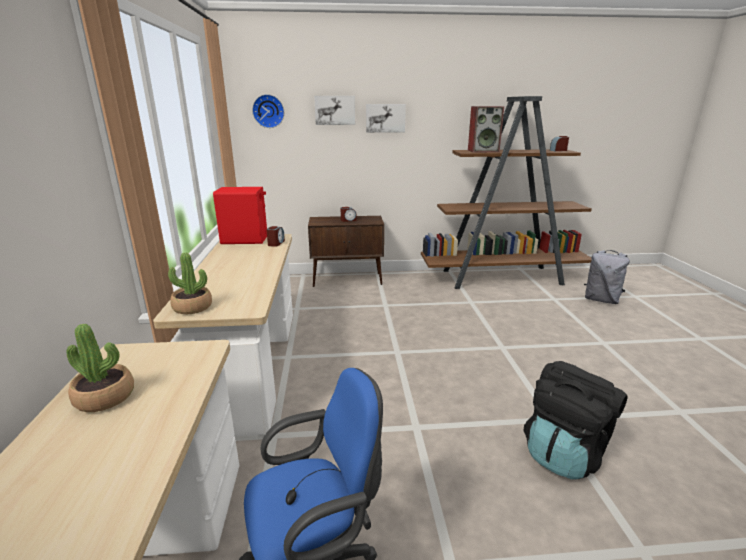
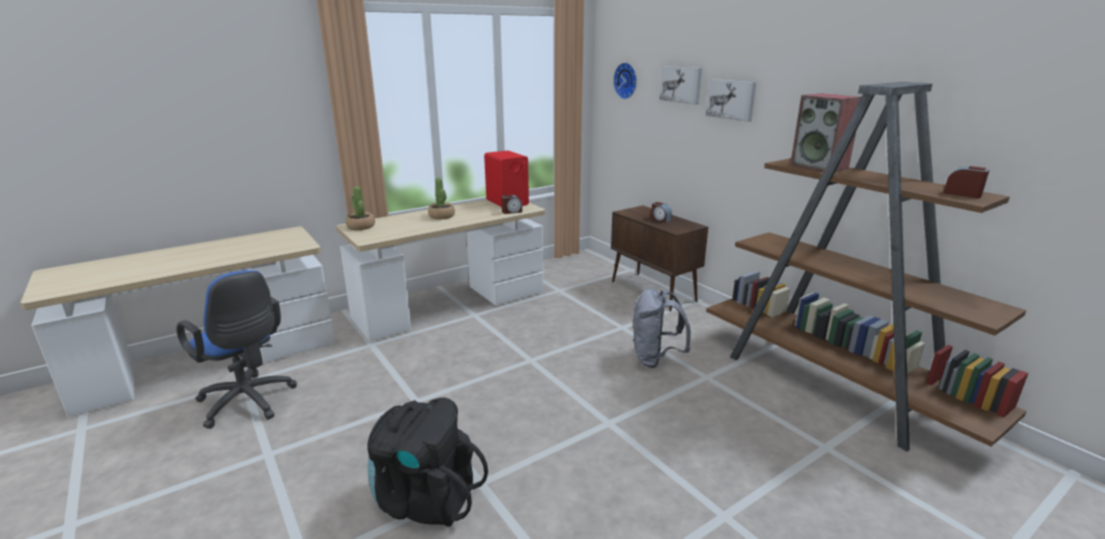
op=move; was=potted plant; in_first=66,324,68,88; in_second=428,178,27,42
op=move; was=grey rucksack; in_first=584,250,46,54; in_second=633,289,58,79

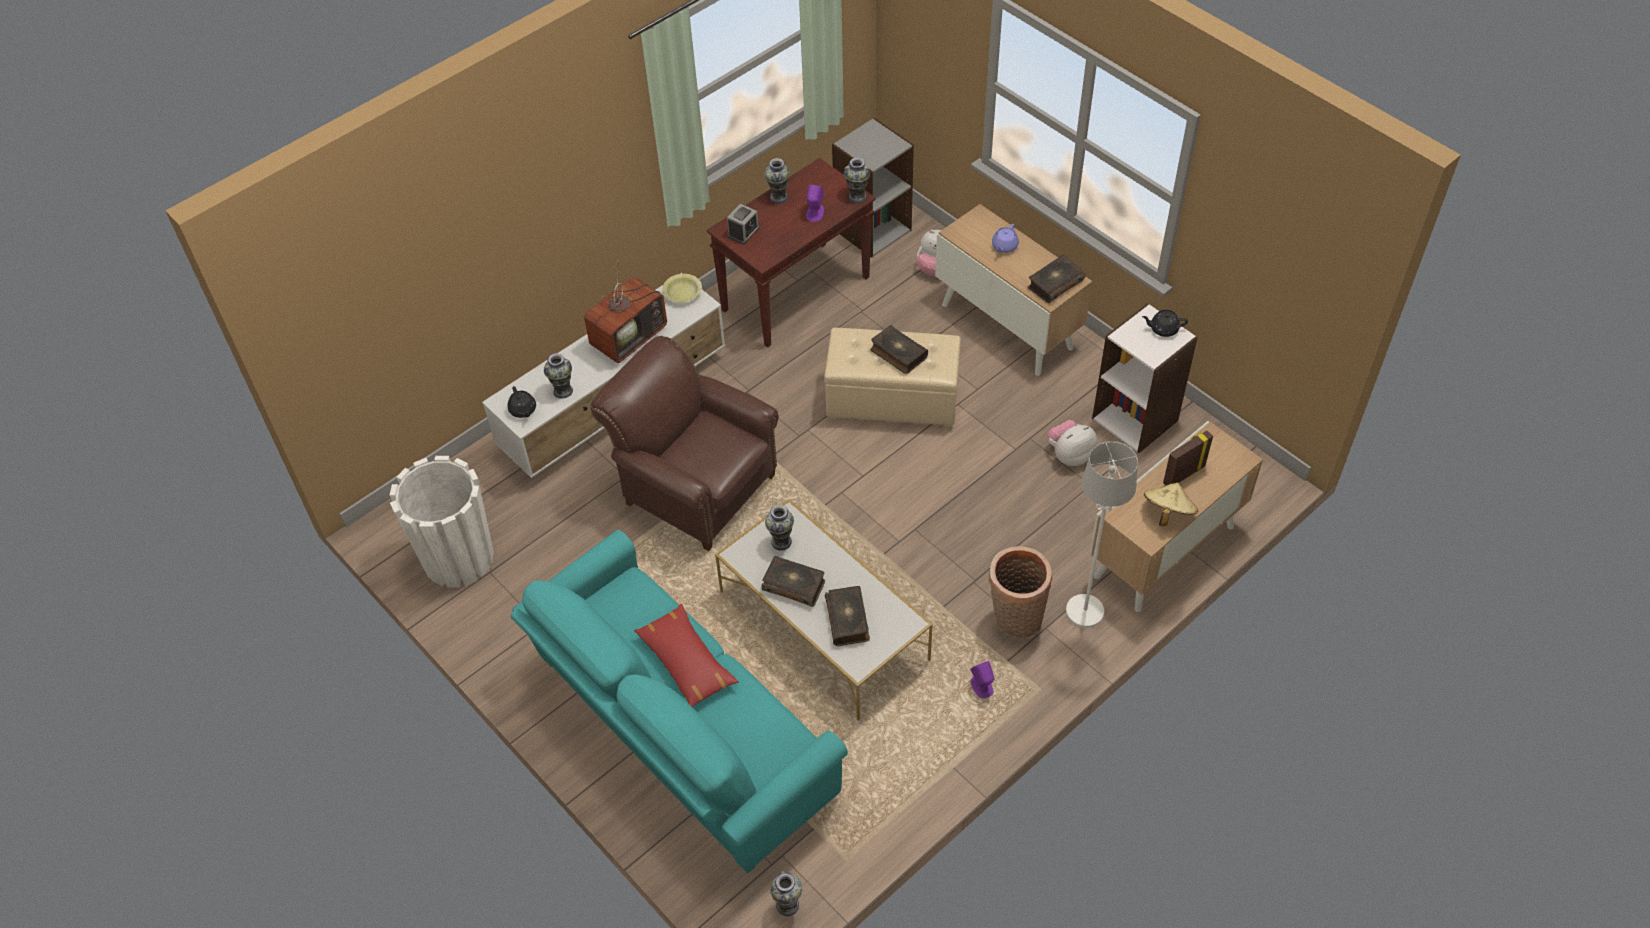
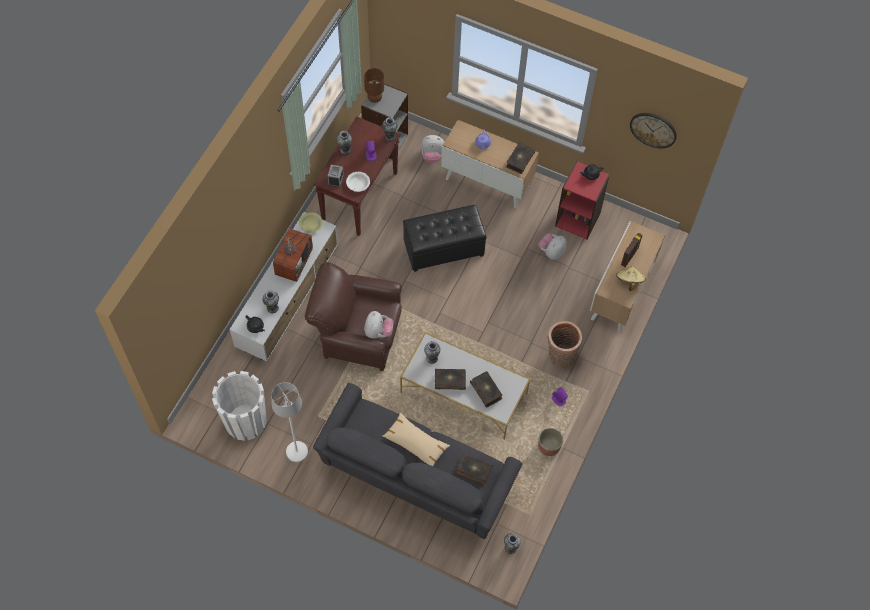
op=insert; now=white-coloured deep dish; in_second=346,172,24,20
op=insert; now=brown-coloured table lamp; in_second=364,68,20,35
op=insert; now=plush toy; in_second=364,311,29,27
op=insert; now=planter; in_second=538,428,25,28
op=insert; now=wall clock; in_second=630,113,47,35
op=move; was=volume; in_first=871,325,57,49; in_second=456,453,37,32
op=move; was=white-coloured floor lamp; in_first=1066,441,72,187; in_second=271,382,37,80
op=recolor; was=turquoise sofa; now=grey sofa; in_first=511,530,337,343; in_second=313,383,209,156
op=recolor; was=red cushion; now=sand-coloured cushion; in_first=634,603,105,104; in_second=383,413,67,53
op=recolor; was=sand-coloured pouffe; now=black pouffe; in_first=824,328,137,102; in_second=403,205,83,67
op=recolor; was=white-coloured bookcase; now=red bookcase; in_first=1092,303,106,150; in_second=555,161,55,78

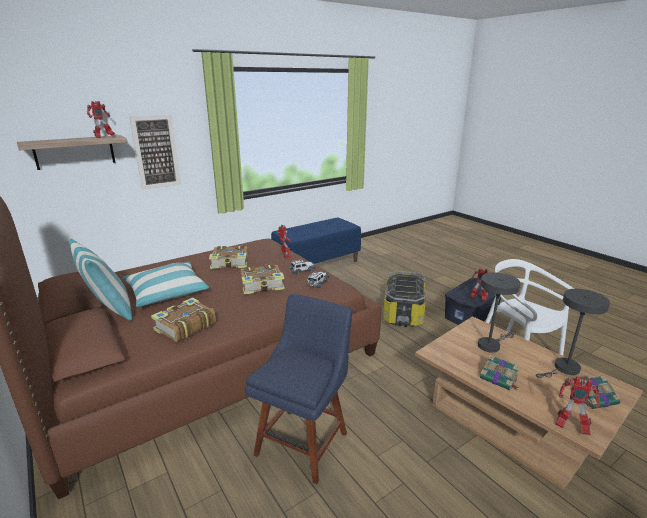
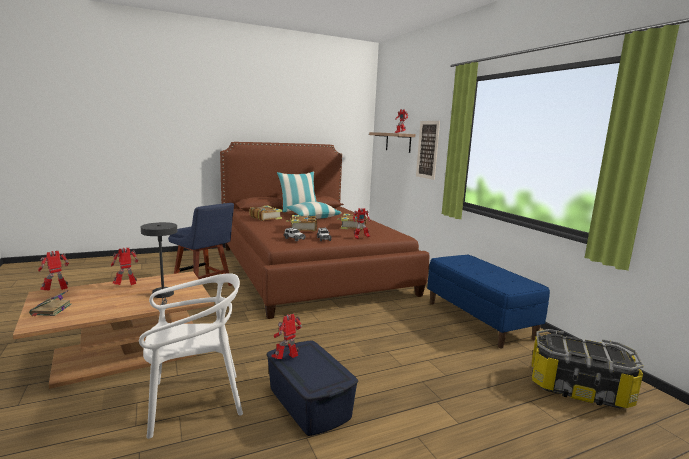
op=delete; was=grey table lamp; in_first=535,289,75,89
op=move; was=storage box; in_first=383,271,43,56; in_second=531,329,113,80
op=replace; was=volume; now=robot figure; in_first=480,355,40,35; in_second=111,248,27,37

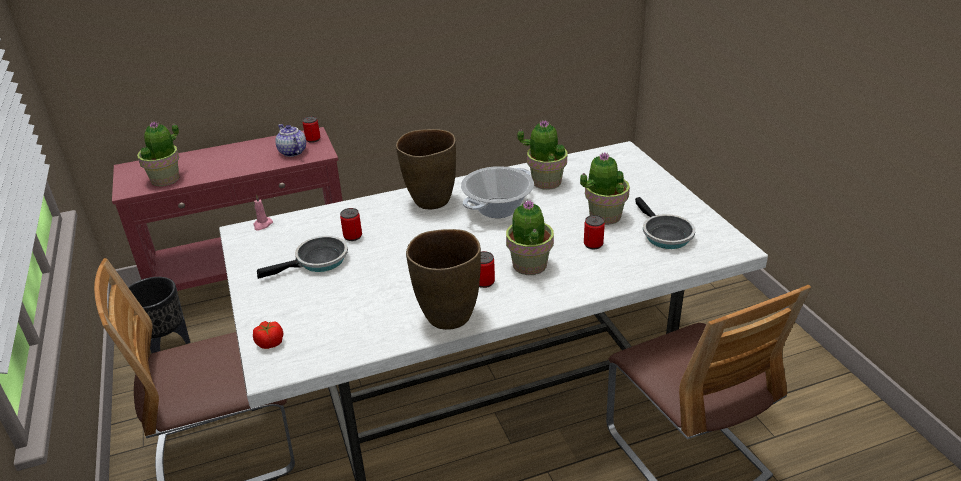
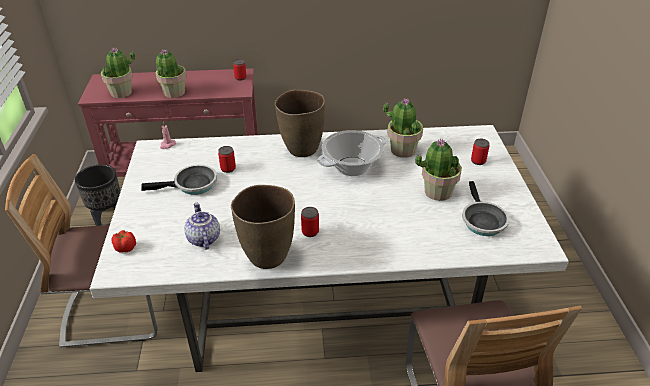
op=move; was=tea pot; in_first=275,124,31,33; in_second=184,203,36,47
op=move; was=potted plant; in_first=506,200,48,75; in_second=156,50,31,48
op=move; was=sealed can; in_first=584,215,21,34; in_second=471,139,19,26

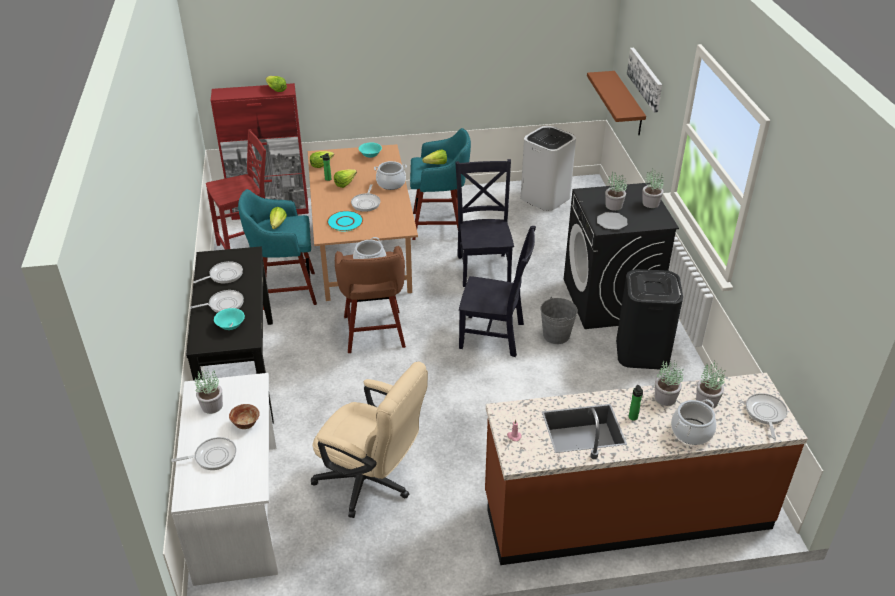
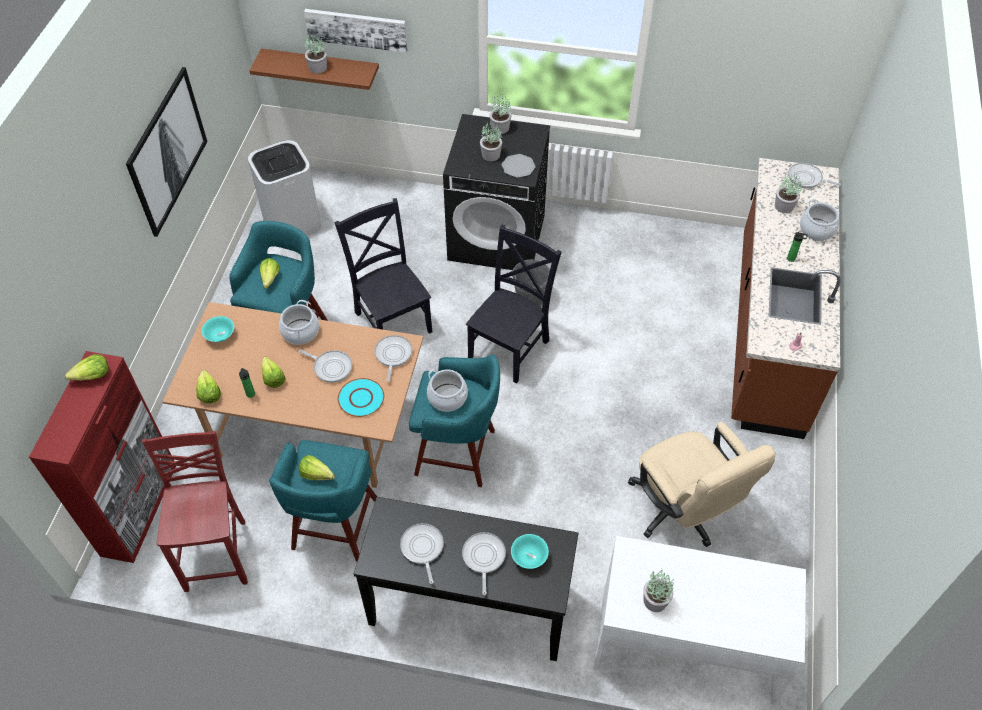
op=delete; was=deep dish; in_first=229,404,31,25
op=delete; was=black waste bin; in_first=616,269,67,100
op=insert; now=wall picture; in_second=126,67,81,170
op=move; was=frying pan; in_first=171,437,65,33; in_second=375,335,37,47
op=move; was=potted plant; in_first=655,360,28,46; in_second=305,33,22,41
op=recolor; was=brown-coloured sitting stool; now=turquoise sitting stool; in_first=335,246,71,107; in_second=409,354,91,133
op=rotate; was=sand-coloured computer chair; in_first=311,362,117,156; in_second=628,422,147,125; clockwise=105
op=rotate; was=black upright chair; in_first=455,159,59,128; in_second=335,198,98,136; clockwise=45

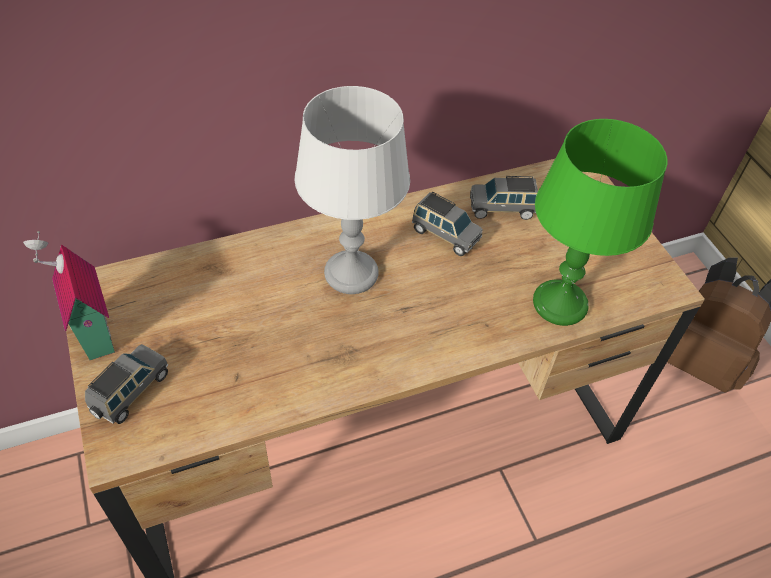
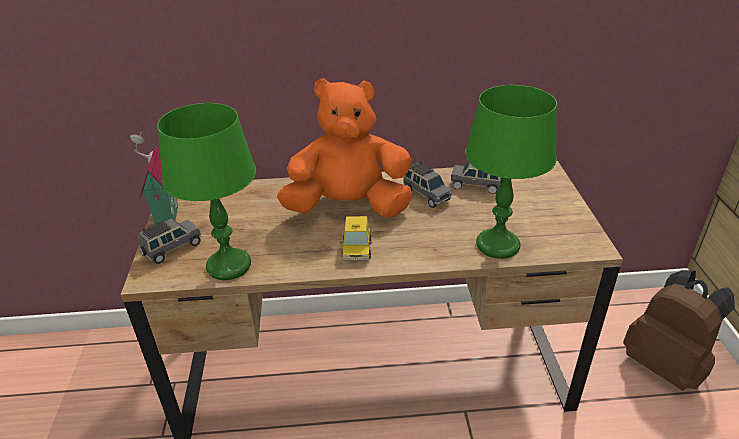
op=insert; now=green-coloured table lamp; in_second=157,103,99,177
op=insert; now=model car; in_second=340,216,32,44
op=replace; was=grey table lamp; now=orangey plush toy; in_first=295,86,115,208; in_second=277,78,135,140

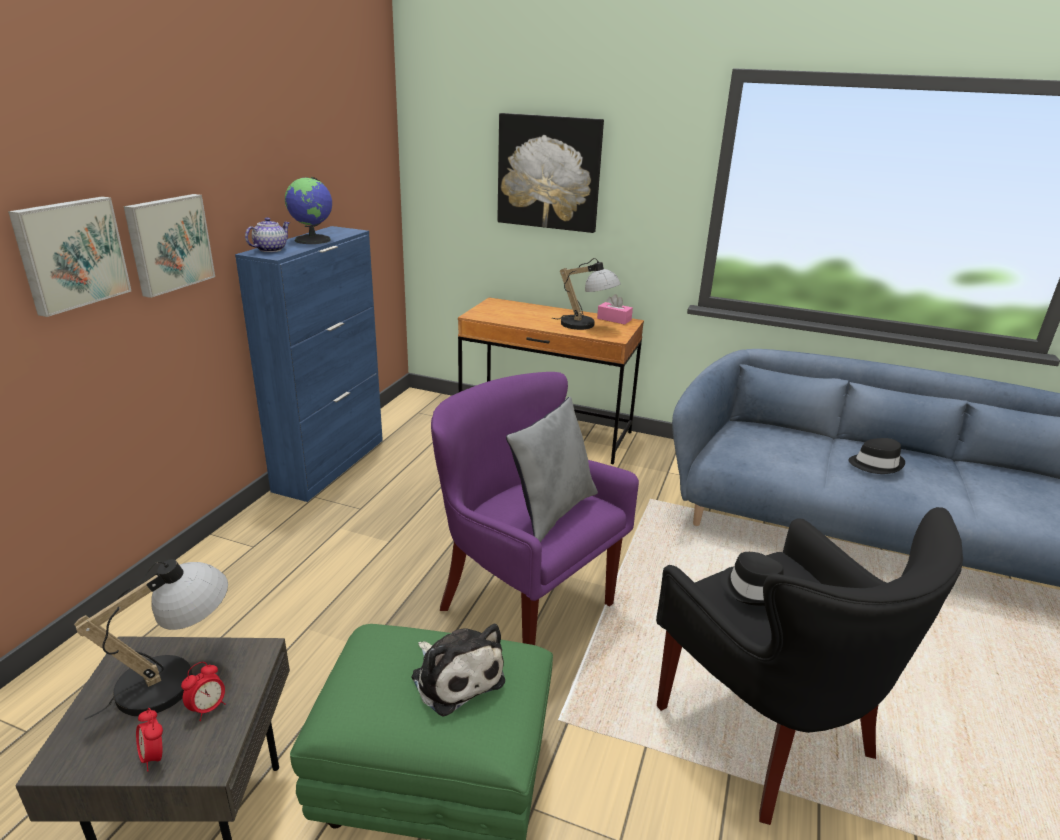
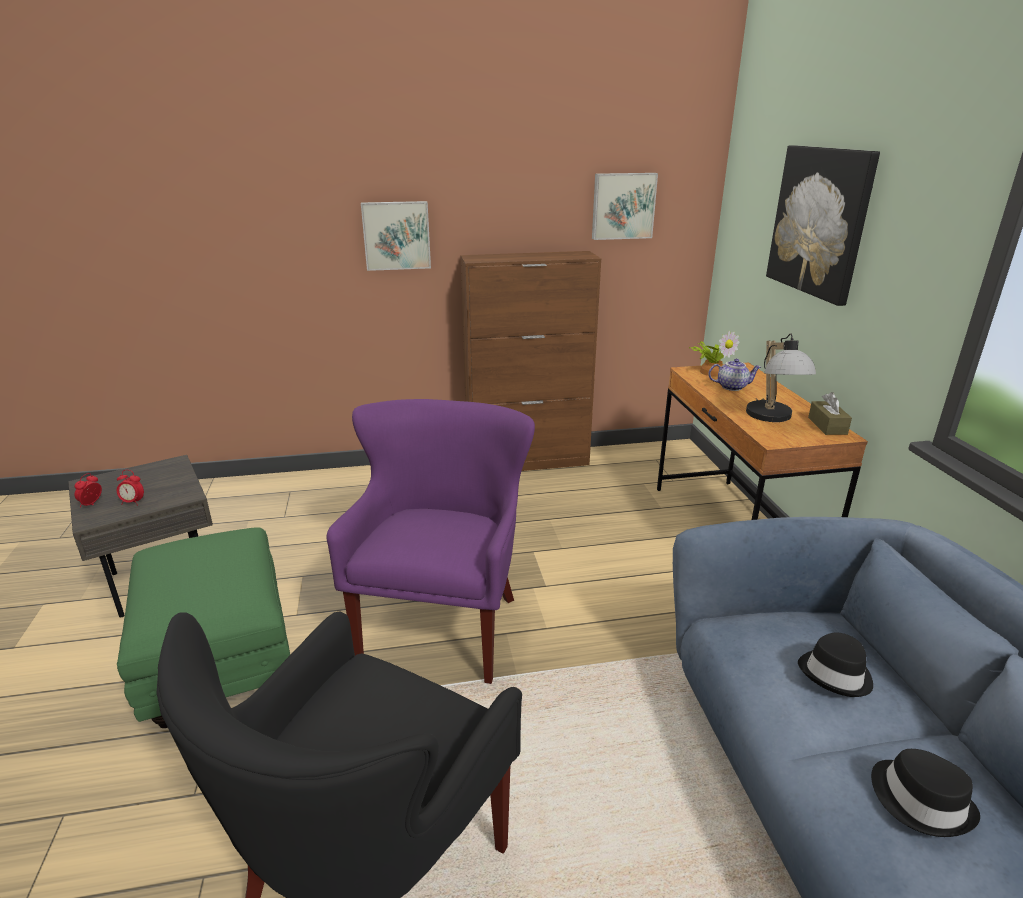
op=delete; was=table lamp; in_first=74,559,154,161
op=delete; was=globe; in_first=285,177,47,67
op=delete; was=plush toy; in_first=411,624,94,93
op=delete; was=grey cushion; in_first=506,397,92,145
op=insert; now=potted plant; in_second=689,330,51,47
op=move; was=wall picture; in_first=8,197,123,120; in_second=592,173,66,67
op=move; was=tea pot; in_first=245,217,45,35; in_second=708,359,53,32
op=move; was=black wearable hat; in_first=721,552,63,54; in_second=798,633,75,64
op=recolor; was=blue-coloured cupboard; now=brown-coloured cupboard; in_first=235,226,148,276; in_second=460,251,141,220
op=recolor; was=pink-coloured tissue box; now=brown-coloured tissue box; in_first=597,294,36,31; in_second=808,392,44,43

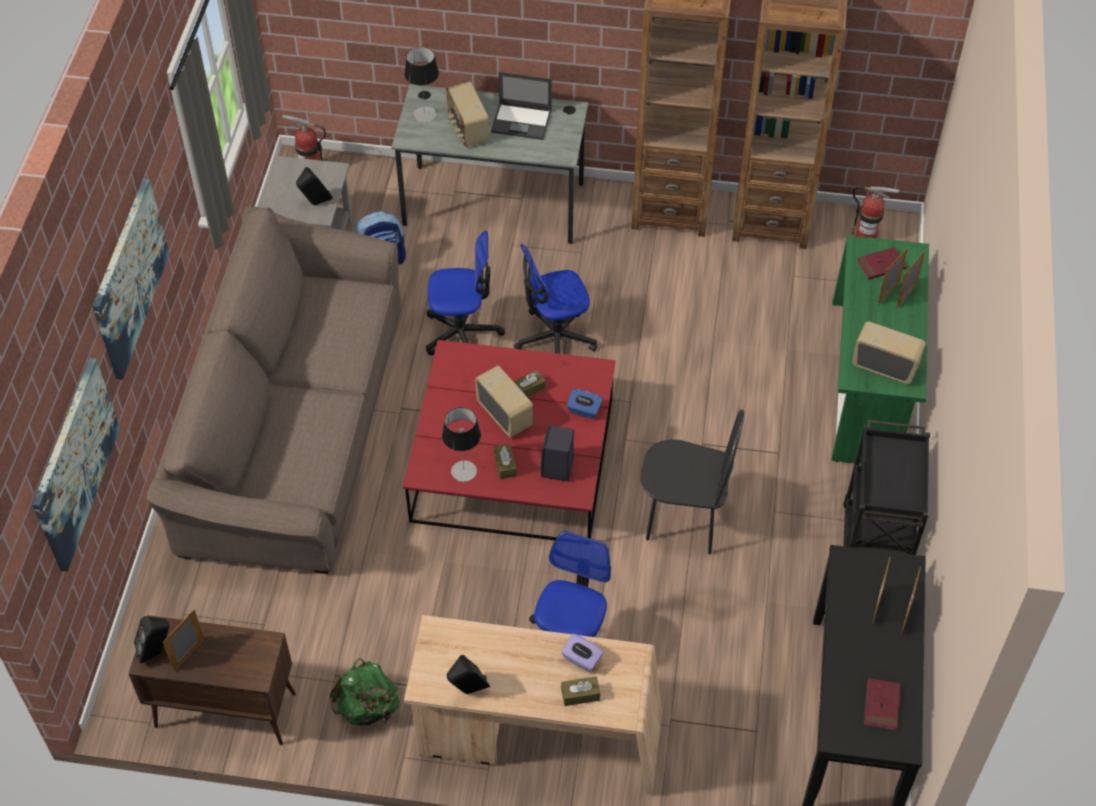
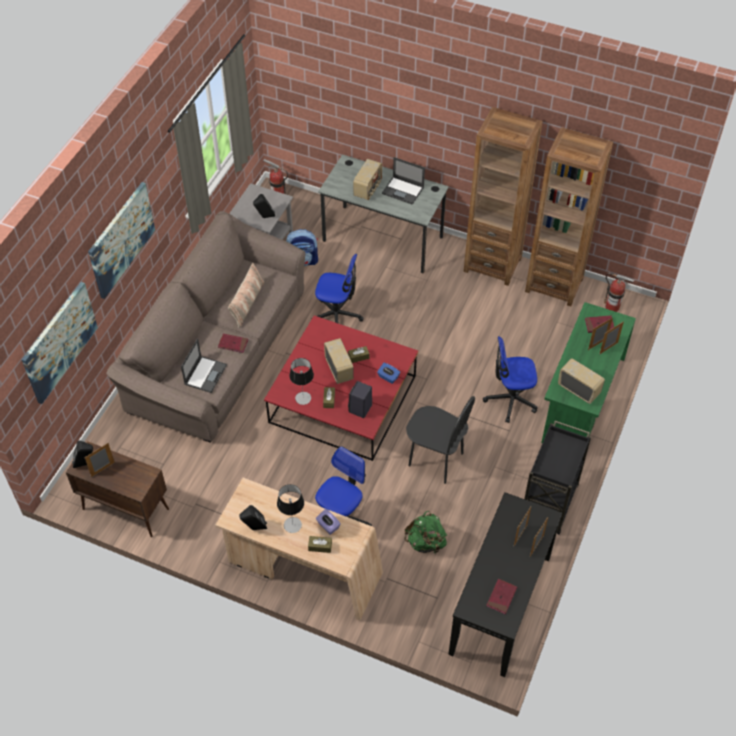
op=insert; now=notebook computer; in_second=181,339,46,54
op=insert; now=red volume; in_second=218,333,30,20
op=insert; now=cushion; in_second=228,263,36,65
op=move; was=green-coloured rucksack; in_first=330,658,70,68; in_second=404,511,43,44
op=move; was=table lamp; in_first=404,47,35,75; in_second=277,484,27,49
op=move; was=computer chair; in_first=514,244,83,110; in_second=483,336,55,87
op=rotate; was=radio; in_first=446,82,43,65; in_second=353,159,29,41; clockwise=-150

